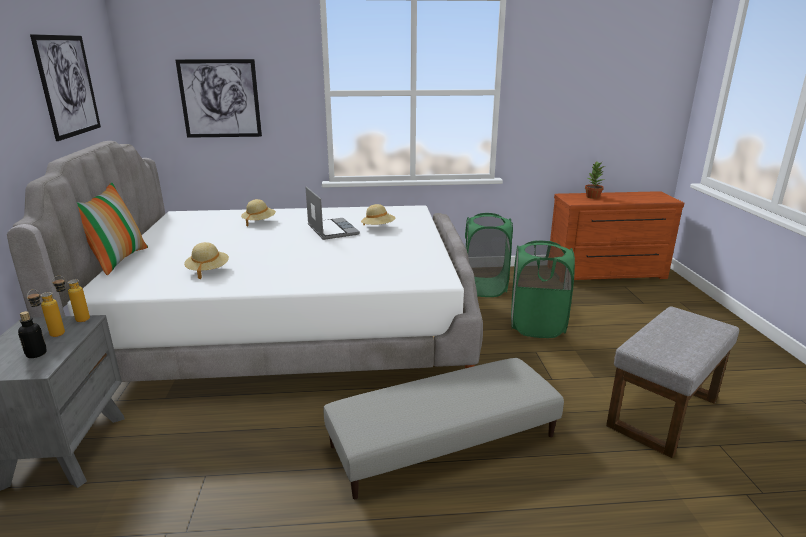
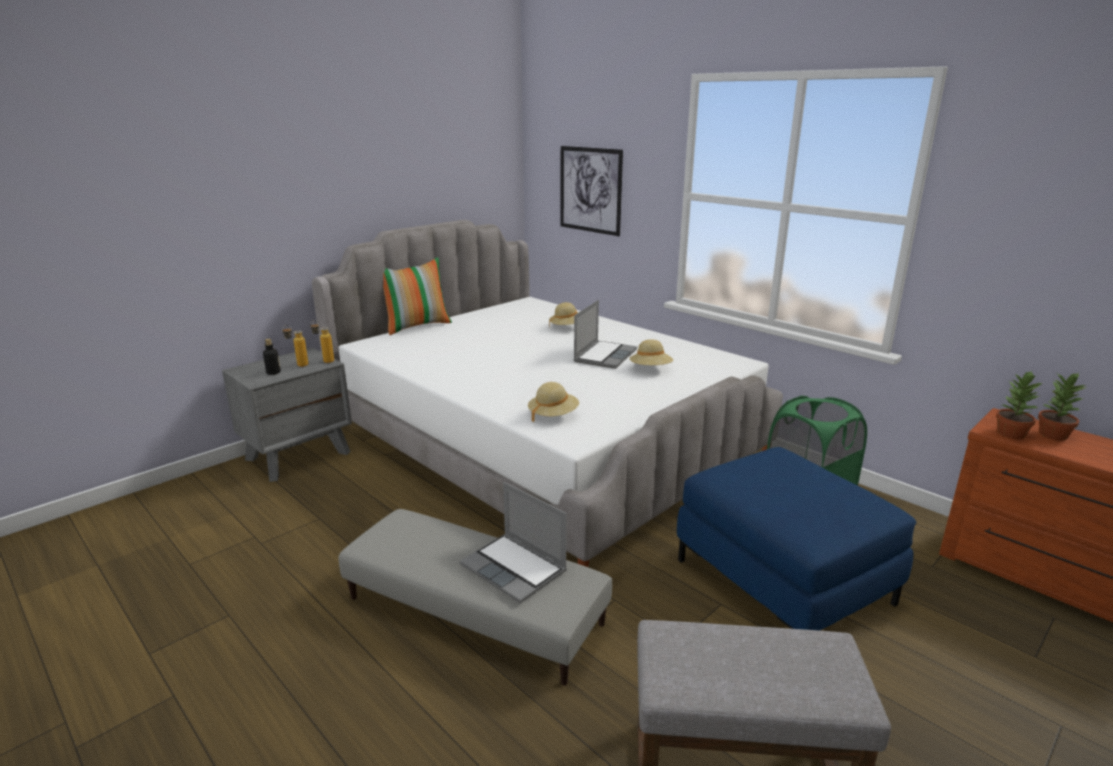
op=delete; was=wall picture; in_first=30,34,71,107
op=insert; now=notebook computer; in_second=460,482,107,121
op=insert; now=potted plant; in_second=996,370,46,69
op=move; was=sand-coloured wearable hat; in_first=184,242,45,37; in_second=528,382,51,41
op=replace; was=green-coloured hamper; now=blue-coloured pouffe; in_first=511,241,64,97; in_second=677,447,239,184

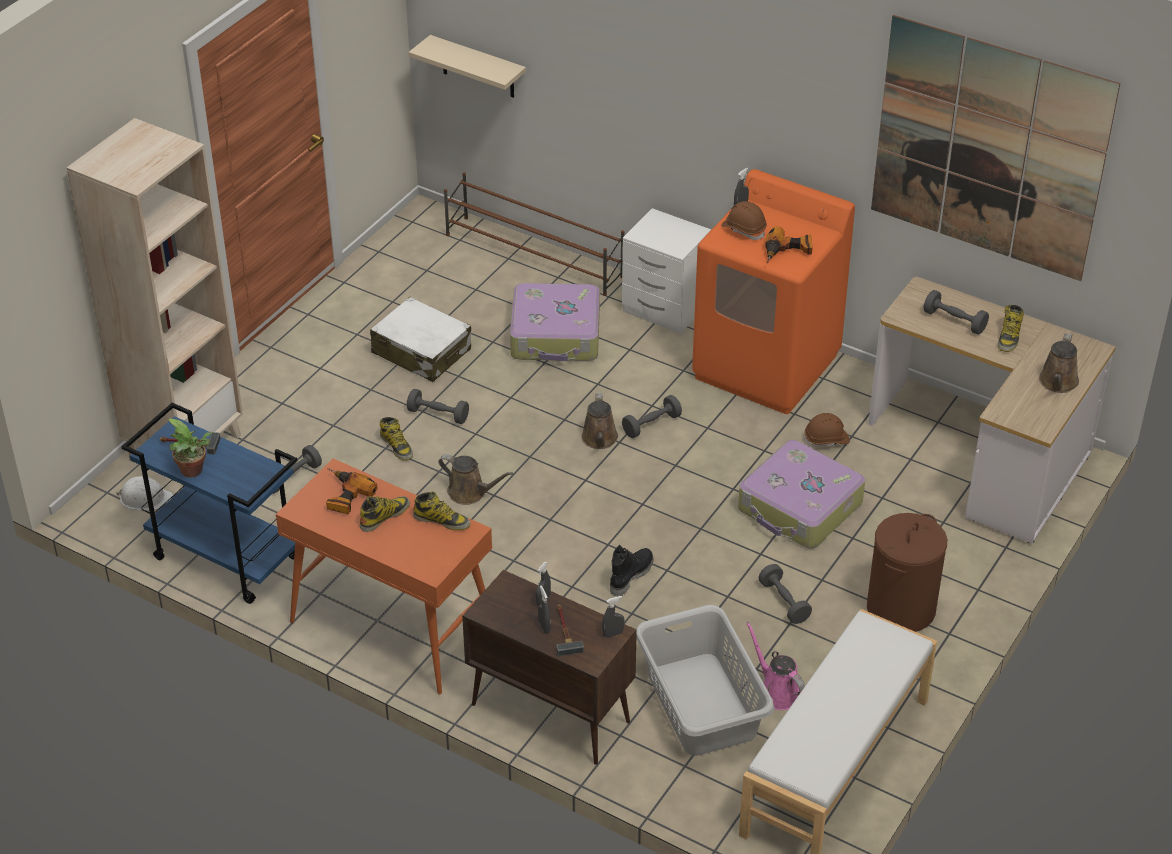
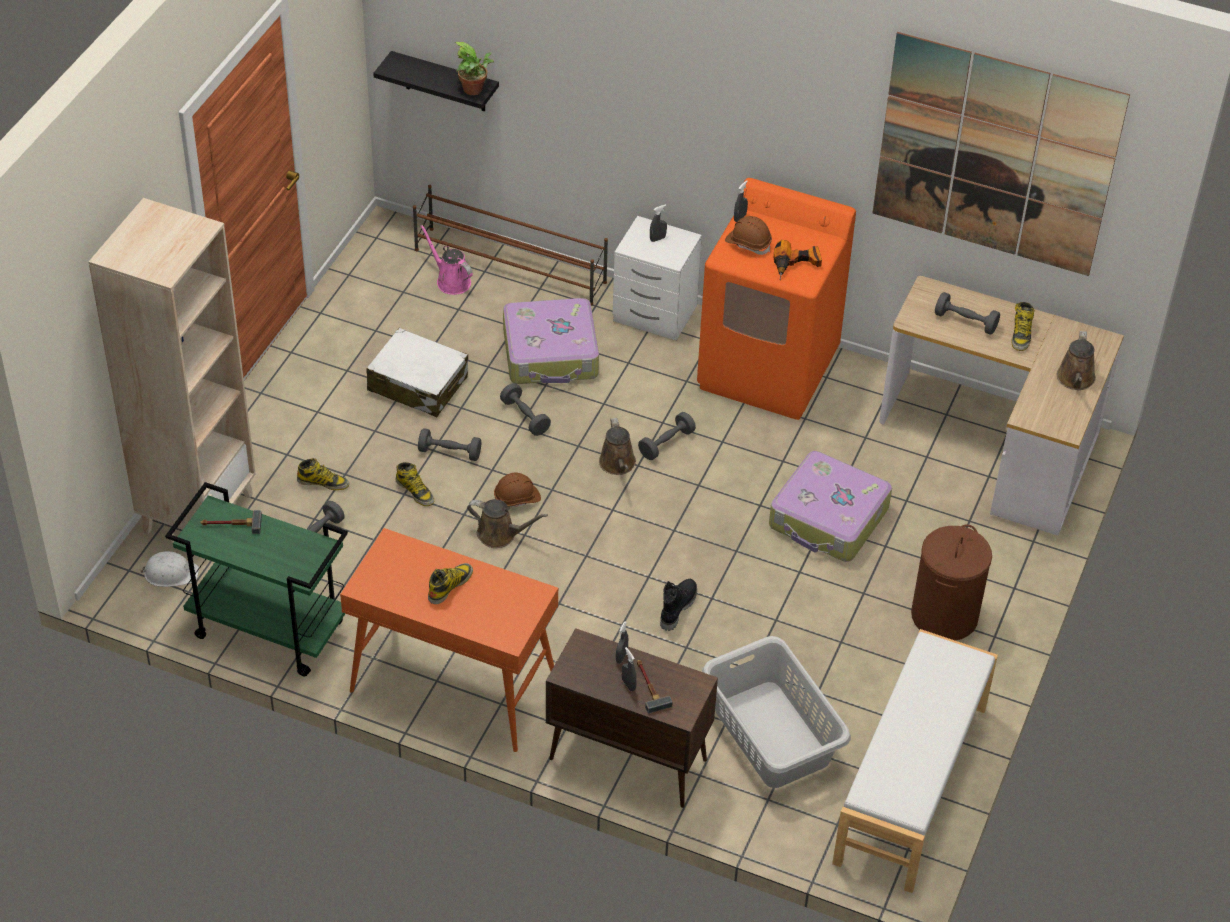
op=delete; was=drill; in_first=326,468,51,46
op=move; was=potted plant; in_first=168,418,45,59; in_second=454,42,40,53
op=move; was=boot; in_first=413,492,57,38; in_second=297,458,52,32
op=move; was=grey hand sprayer; in_first=602,596,22,42; in_second=650,204,17,38
op=move; was=pink-coloured watering pot; in_first=746,622,59,88; in_second=420,225,53,70
op=move; was=grey dumbbell; in_first=758,564,54,60; in_second=500,383,51,53
op=move; was=brown-coloured safety helmet; in_first=804,413,46,34; in_second=494,472,47,35
op=recolor; was=blue-coloured cart; now=green-coloured cart; in_first=122,403,175,201; in_second=165,482,183,194
op=recolor; was=sand-coloured bracket shelf; now=black bracket shelf; in_first=409,35,117,63; in_second=373,51,126,60

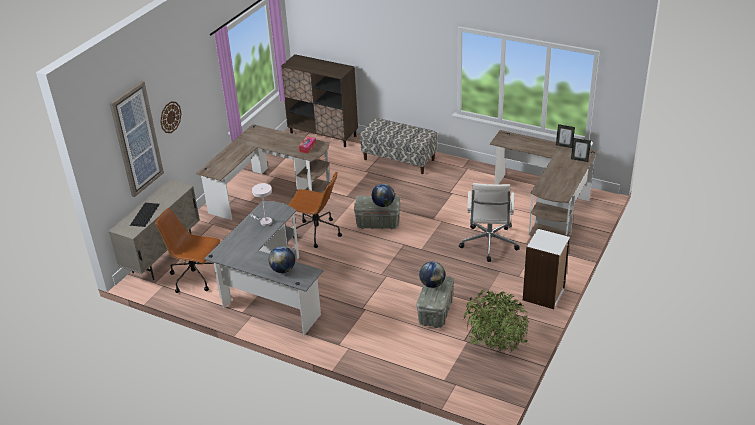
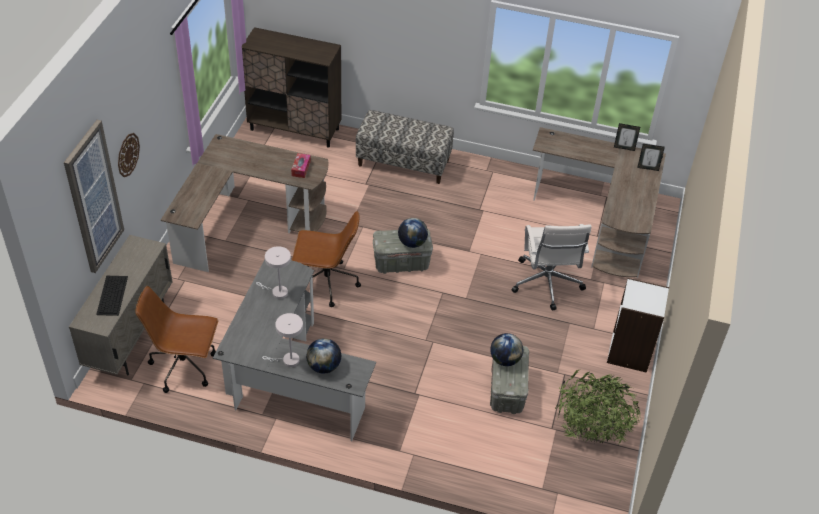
op=insert; now=white-coloured table lamp; in_second=262,313,41,54

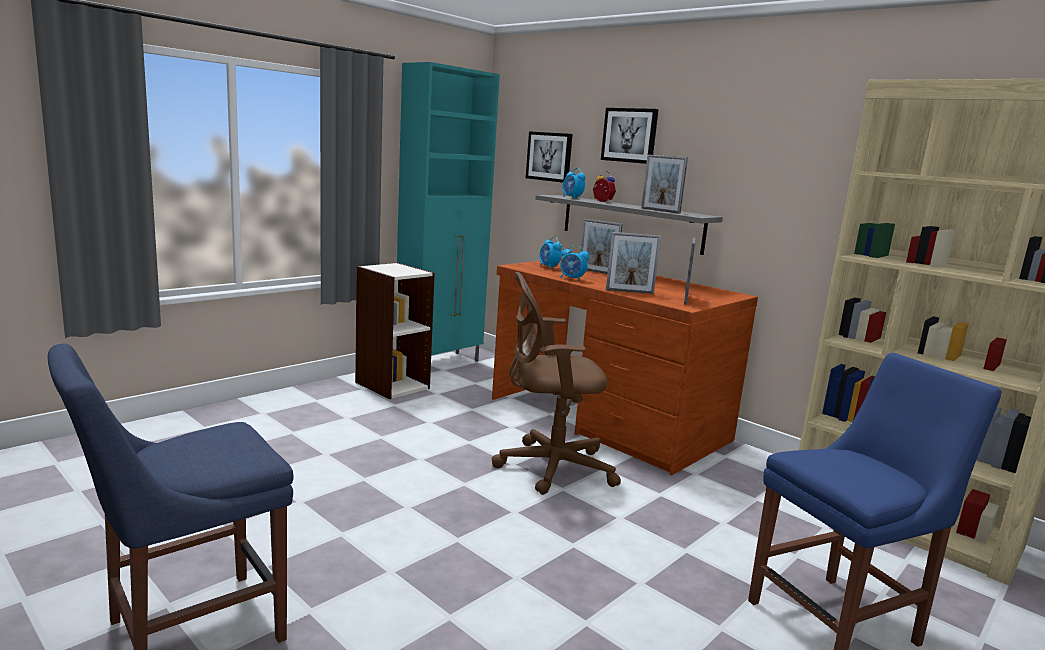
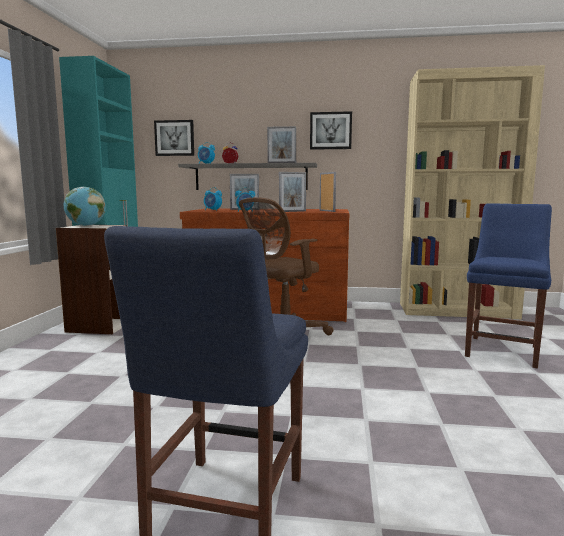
op=insert; now=globe; in_second=64,187,42,39
op=move; was=wall picture; in_first=601,108,58,56; in_second=310,111,42,39

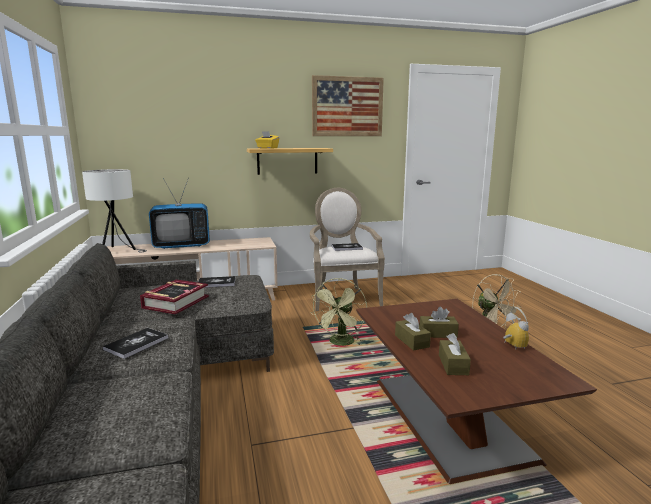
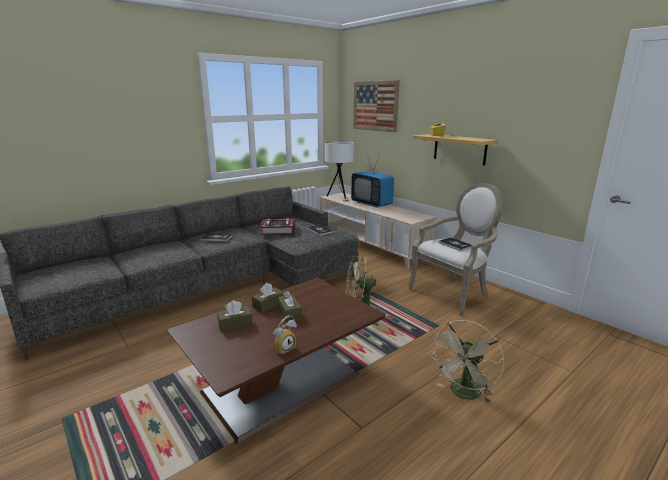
op=move; was=wall picture; in_first=312,75,72,61; in_second=353,80,47,52

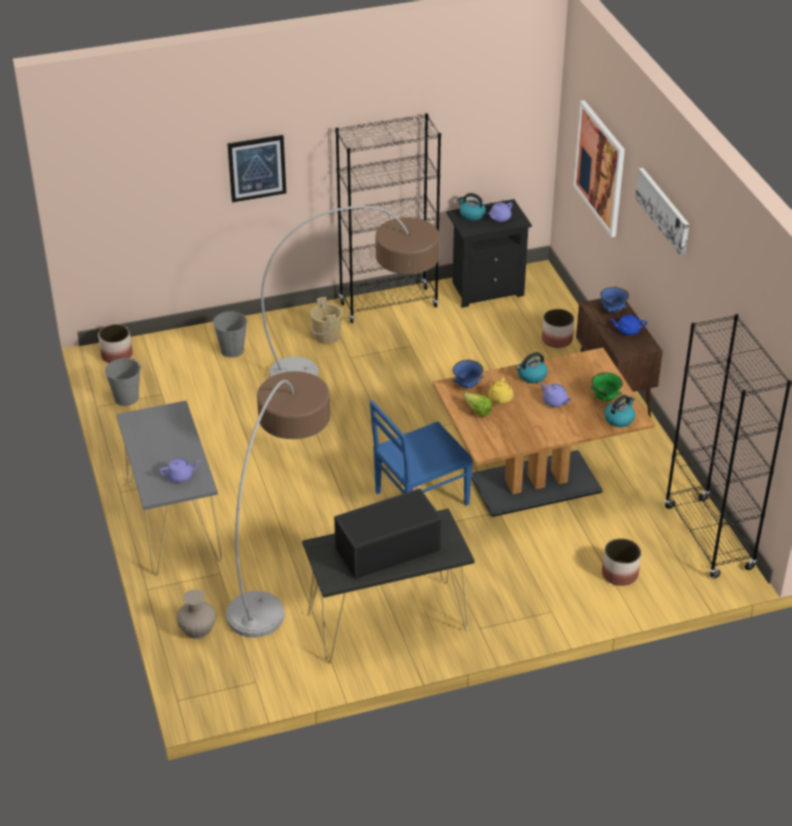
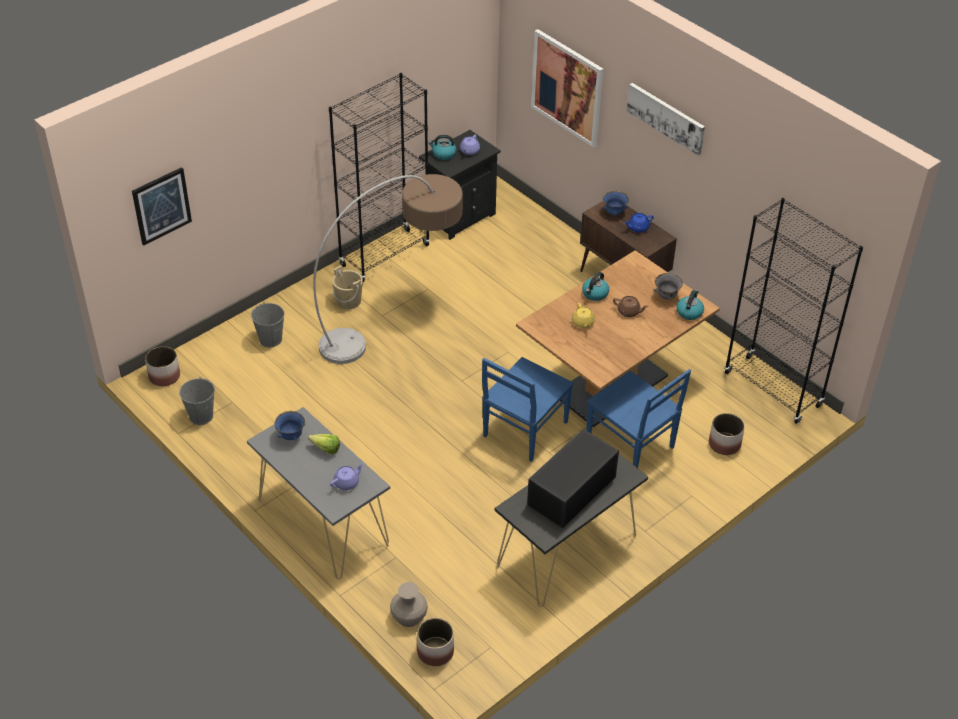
op=delete; was=floor lamp; in_first=226,371,104,267
op=insert; now=blue-coloured upright chair; in_second=586,369,105,99
op=move; was=wall picture; in_first=227,135,59,67; in_second=132,167,60,78
op=move; was=blue-coloured deep dish; in_first=453,360,31,28; in_second=274,411,31,30
op=move; was=lettuce; in_first=463,393,29,24; in_second=308,434,32,20
op=move; was=planter; in_first=542,309,32,39; in_second=417,618,37,48
op=recolor; was=purple tea pot; now=brown-coloured tea pot; in_first=541,383,31,24; in_second=613,296,36,21
op=recolor; was=green-coloured deep dish; now=grey deep dish; in_first=591,372,32,30; in_second=654,273,29,27

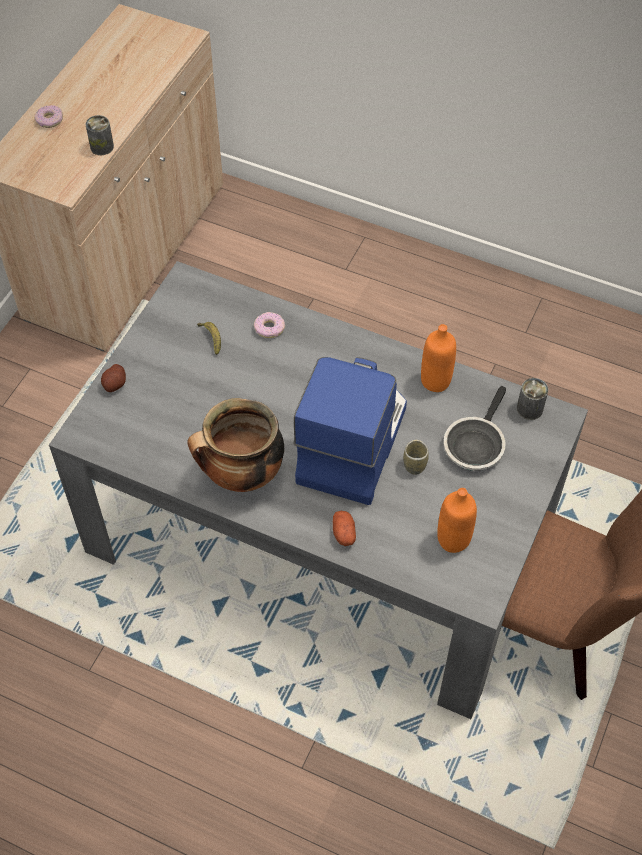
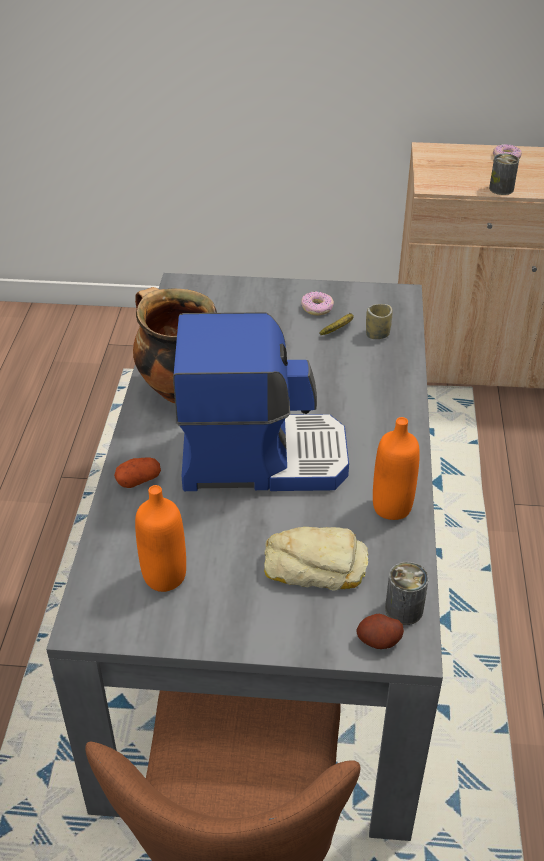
op=move; was=potato; in_first=101,364,25,28; in_second=356,614,48,35
op=move; was=ring doughnut; in_first=254,312,31,26; in_second=301,291,33,25
op=move; was=cup; in_first=403,440,26,35; in_second=366,304,27,35
op=replace; was=frying pan; now=bakery bread; in_first=443,386,63,85; in_second=264,527,104,64

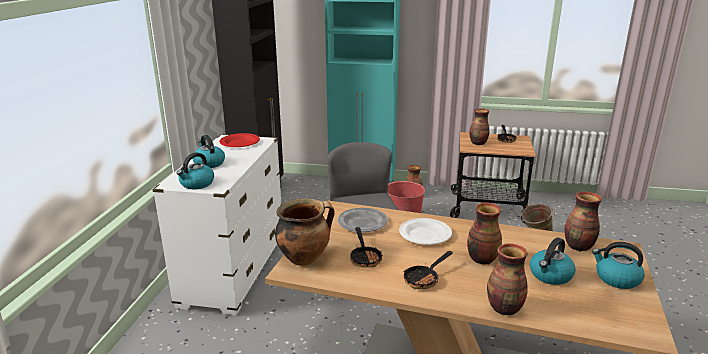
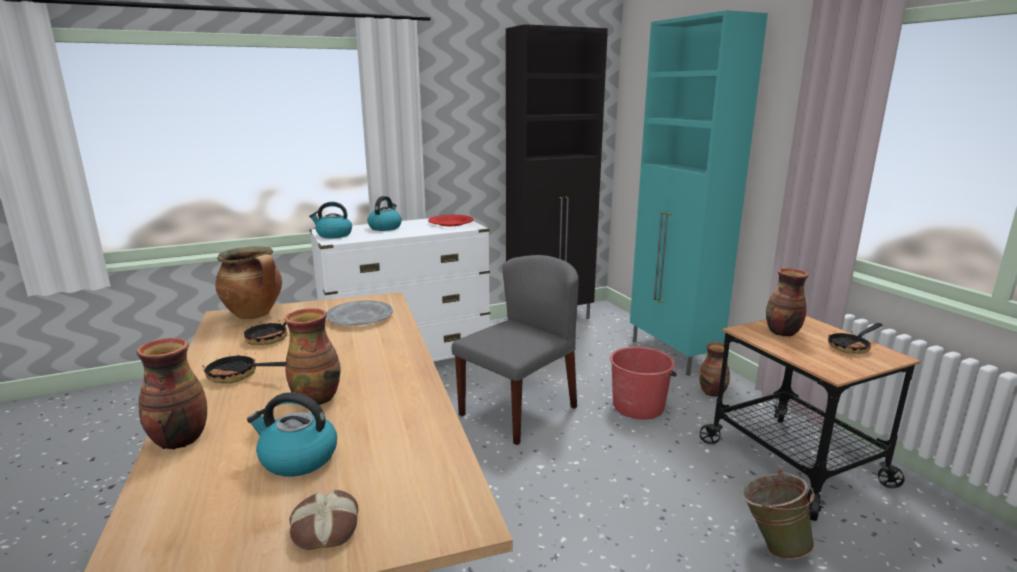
op=delete; was=white-coloured flat dish; in_first=399,218,53,27
op=delete; was=flower vase; in_first=565,192,37,60
op=replace; was=water kettle; now=bakery bread; in_first=592,242,53,47; in_second=289,490,69,60

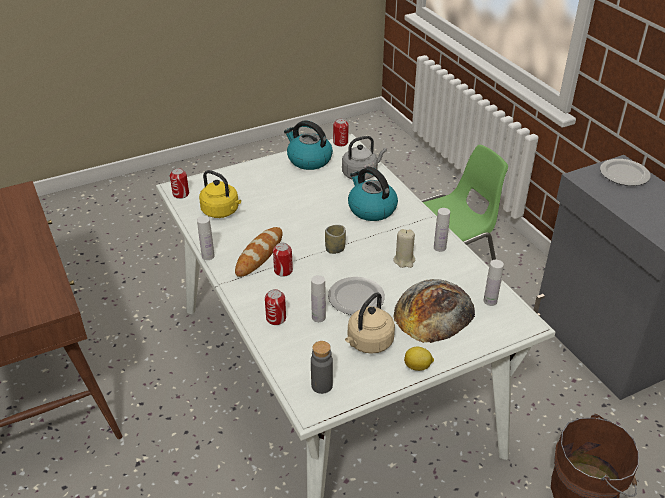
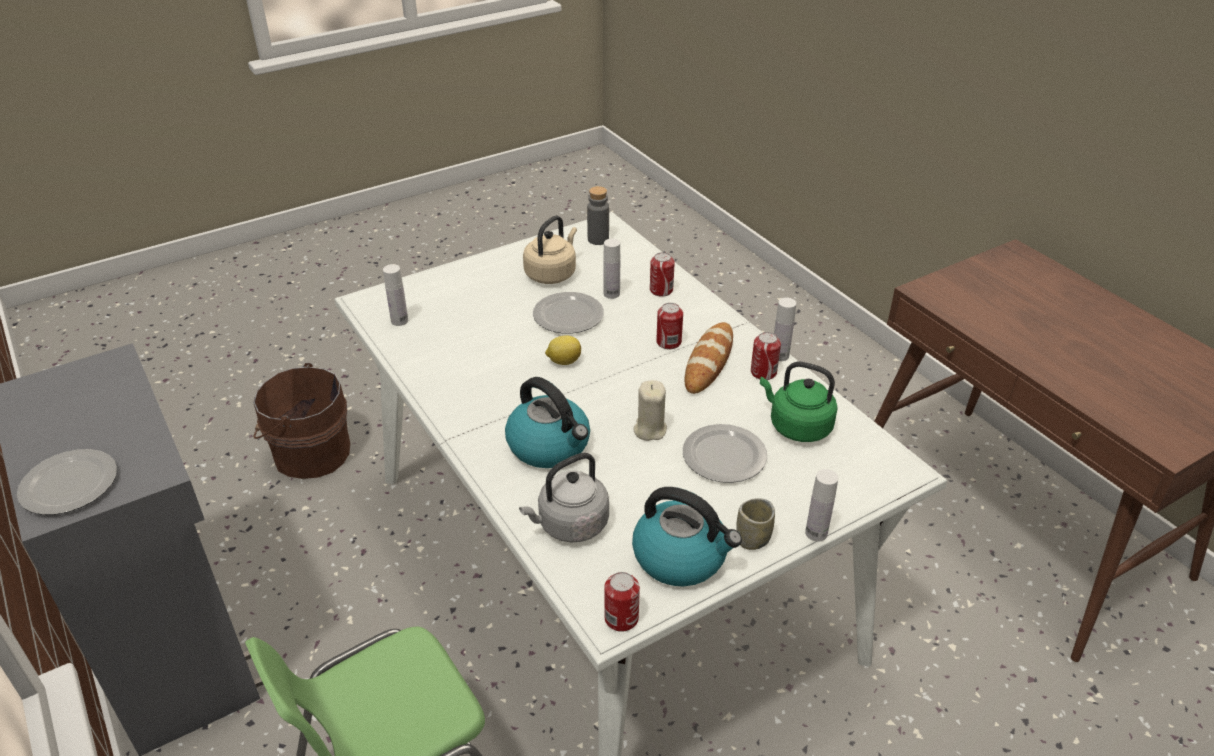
op=delete; was=bakery bread; in_first=393,279,82,64
op=insert; now=flat dish; in_second=683,424,84,59
op=move; was=sealed can; in_first=170,168,19,31; in_second=751,332,30,48
op=move; was=cup; in_first=325,225,21,29; in_second=736,498,39,52
op=move; was=sand-coloured candle; in_first=393,229,23,39; in_second=633,380,34,61
op=move; was=lemon; in_first=404,347,30,24; in_second=545,335,36,30
op=move; was=white-coloured beverage bottle; in_first=434,208,16,44; in_second=805,469,33,73
op=recolor; was=yellowish water kettle; now=green-coloured water kettle; in_first=199,170,42,48; in_second=760,362,78,80

